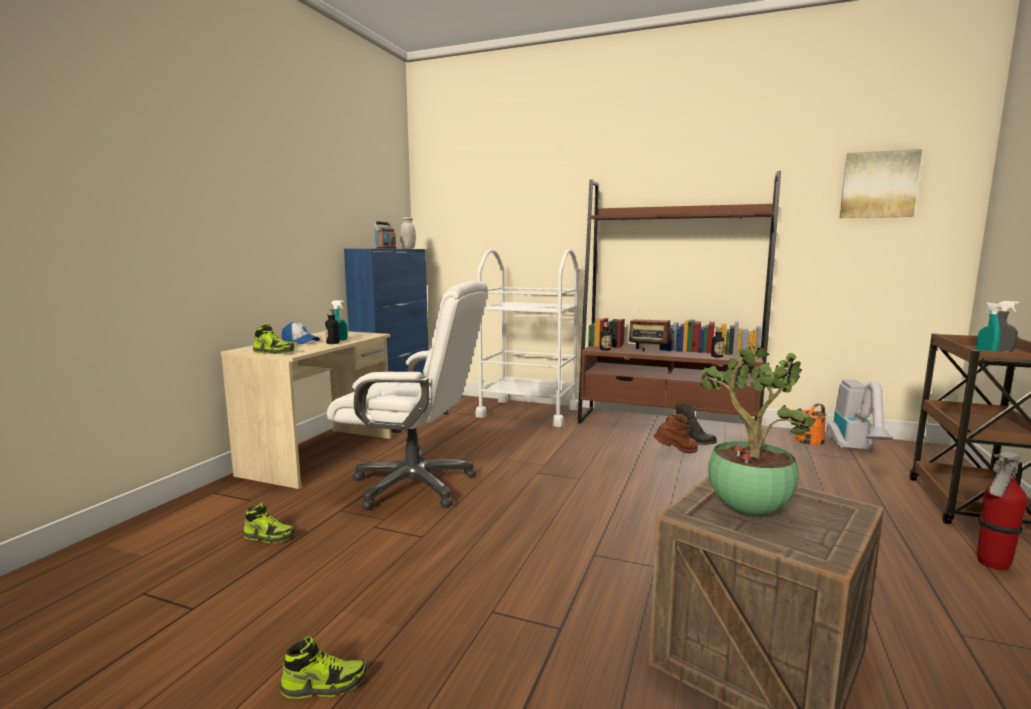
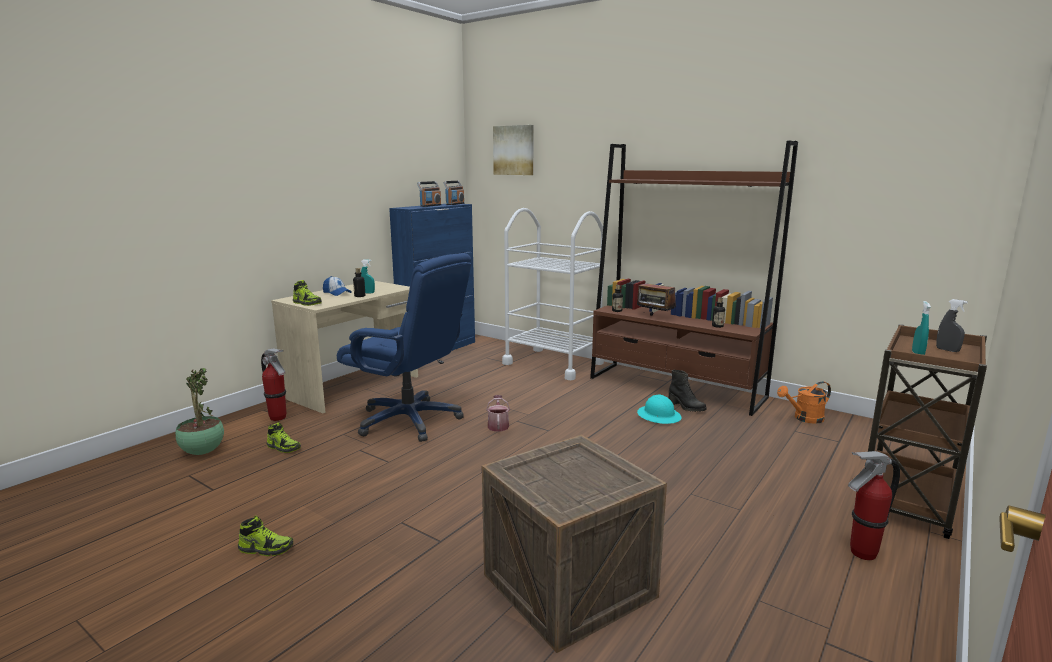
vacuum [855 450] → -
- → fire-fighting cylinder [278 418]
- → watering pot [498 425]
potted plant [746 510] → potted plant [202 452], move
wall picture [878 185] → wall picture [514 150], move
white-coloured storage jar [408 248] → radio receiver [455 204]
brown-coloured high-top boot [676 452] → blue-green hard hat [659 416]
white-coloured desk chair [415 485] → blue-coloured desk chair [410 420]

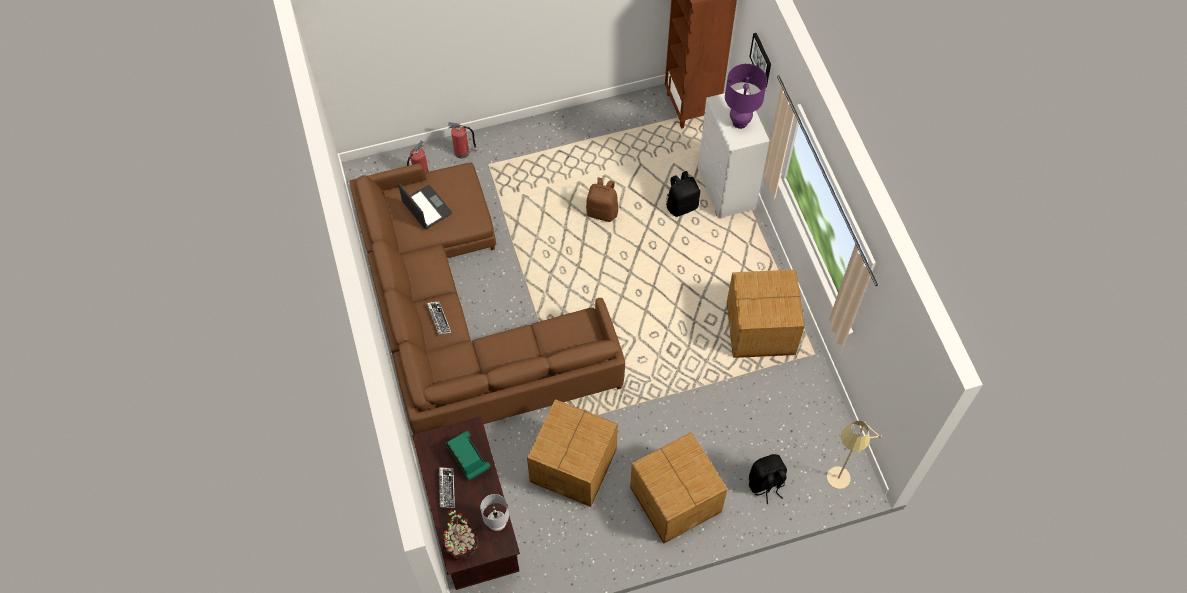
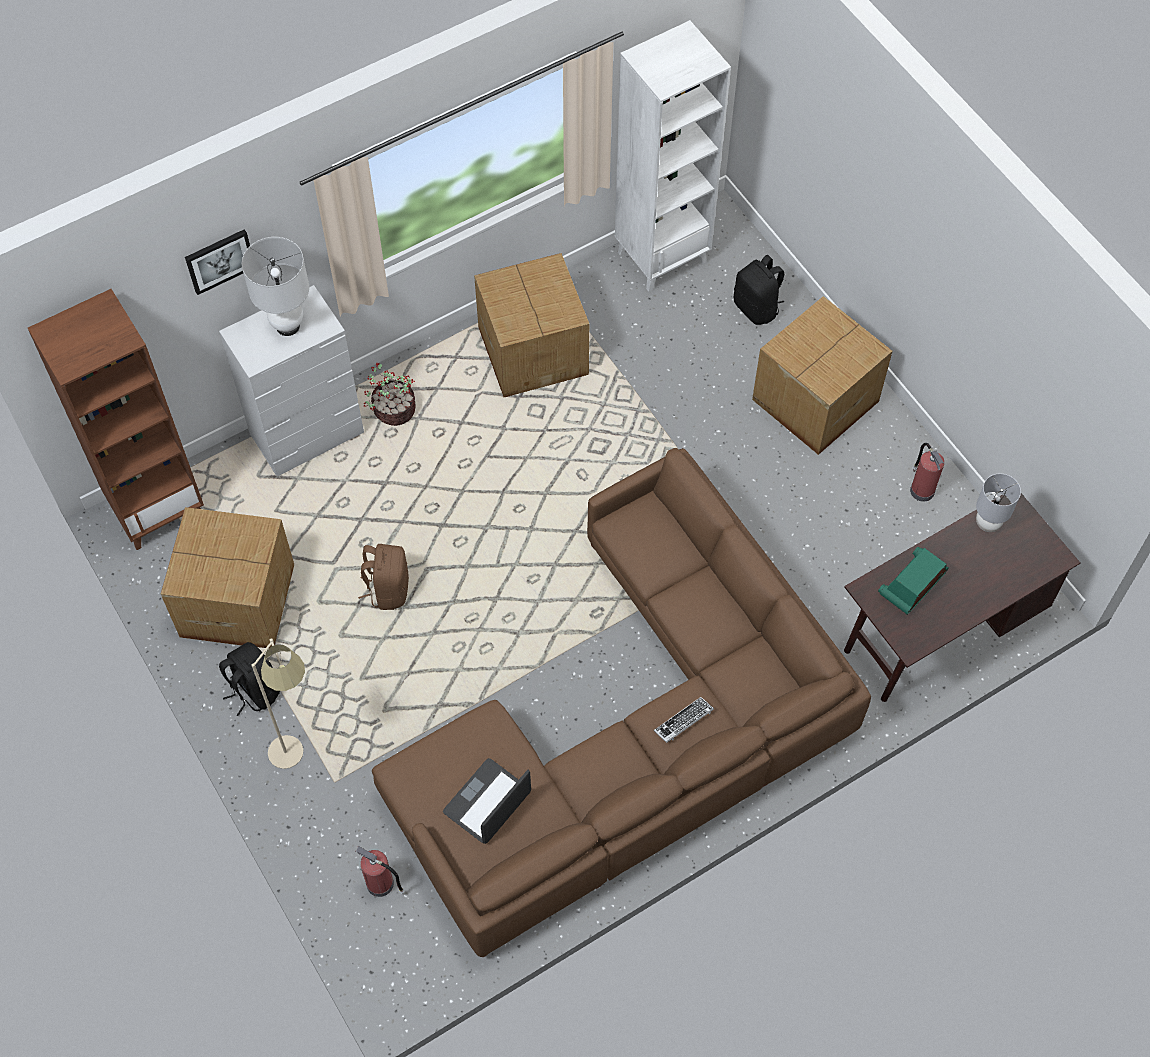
computer keyboard [446 488] → -
- → white-coloured bookcase [662 256]
potted plant [460 543] → potted plant [393 410], move
fire-fighting cylinder [462 152] → fire-fighting cylinder [921 489], move
cardboard box [575 465] → cardboard box [236 599], move
blackish knapsack [682 205] → blackish knapsack [254 690], move
beige standing lamp [834 486] → beige standing lamp [301 755], move
purple-coloured tabletop lamp [740 122] → white-coloured tabletop lamp [287 326]

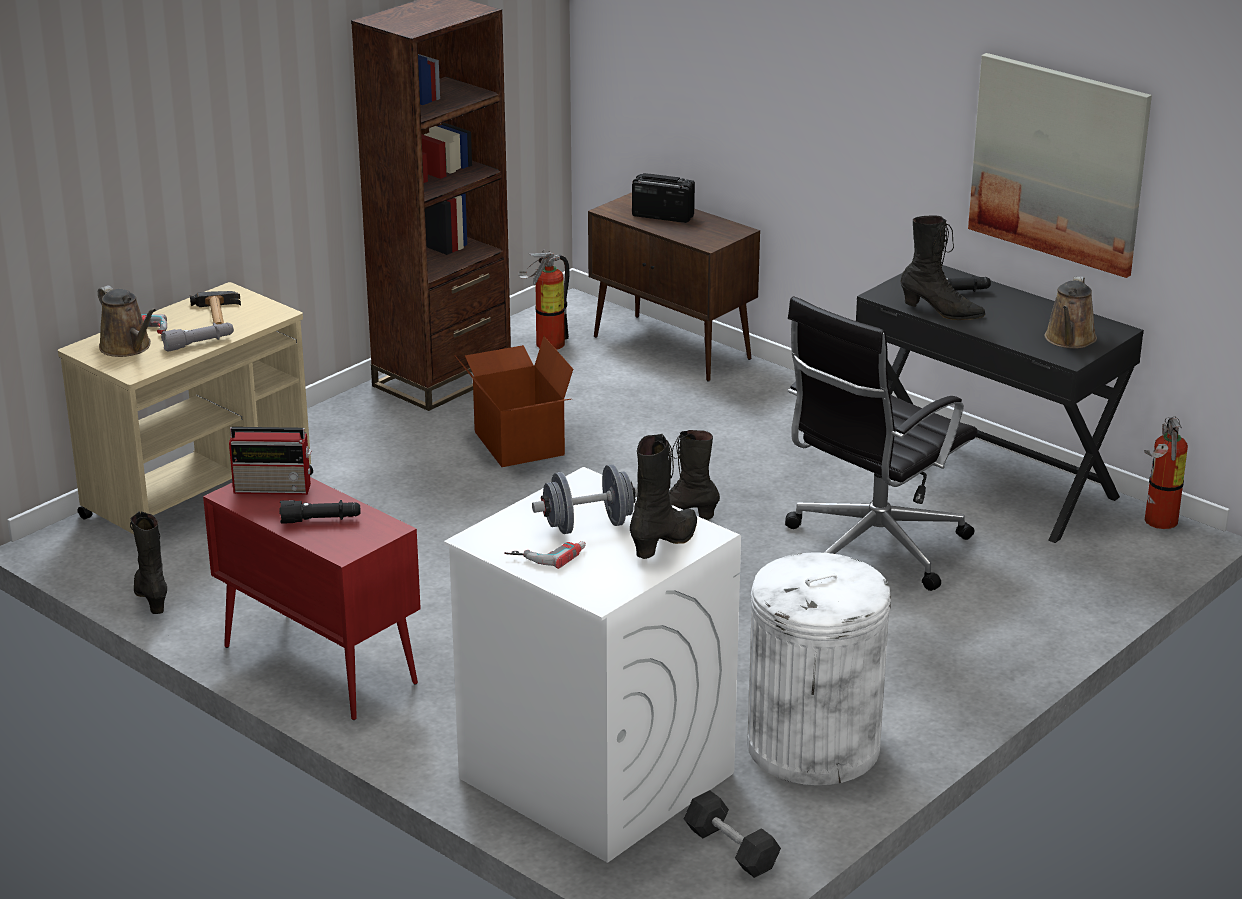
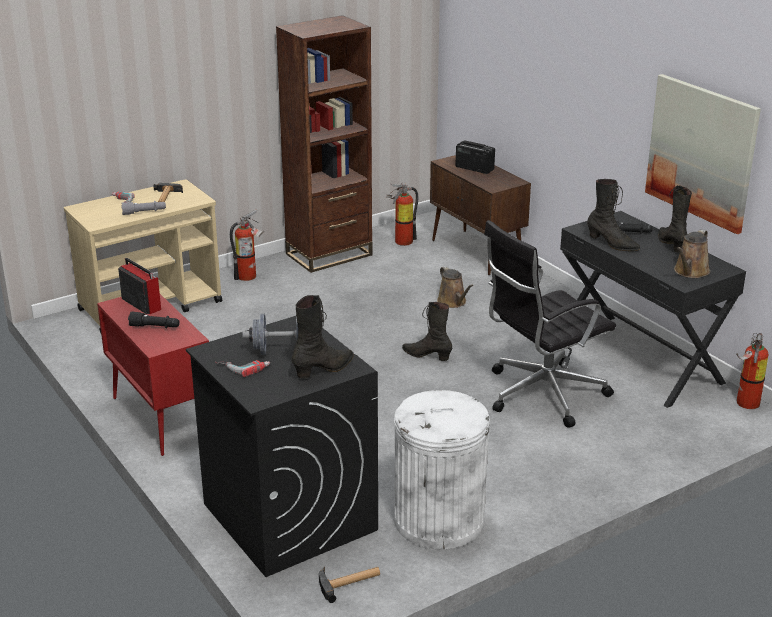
cardboard box [517 443] → -
- → fire-fighting cylinder [250 276]
brown-coloured watering pot [128 347] → brown-coloured watering pot [453 302], move
blackish high-top boot [151 598] → blackish high-top boot [671 244], move
blackish dumbbell [731 849] → hand hammer [349 582]
white-coloured washing machine [594 775] → blackish washing machine [288 516]
radio receiver [274 488] → radio receiver [141 303], 150 degrees counterclockwise

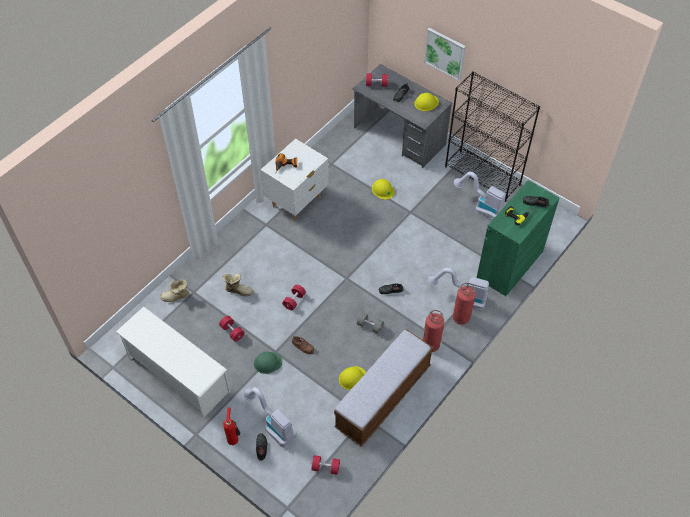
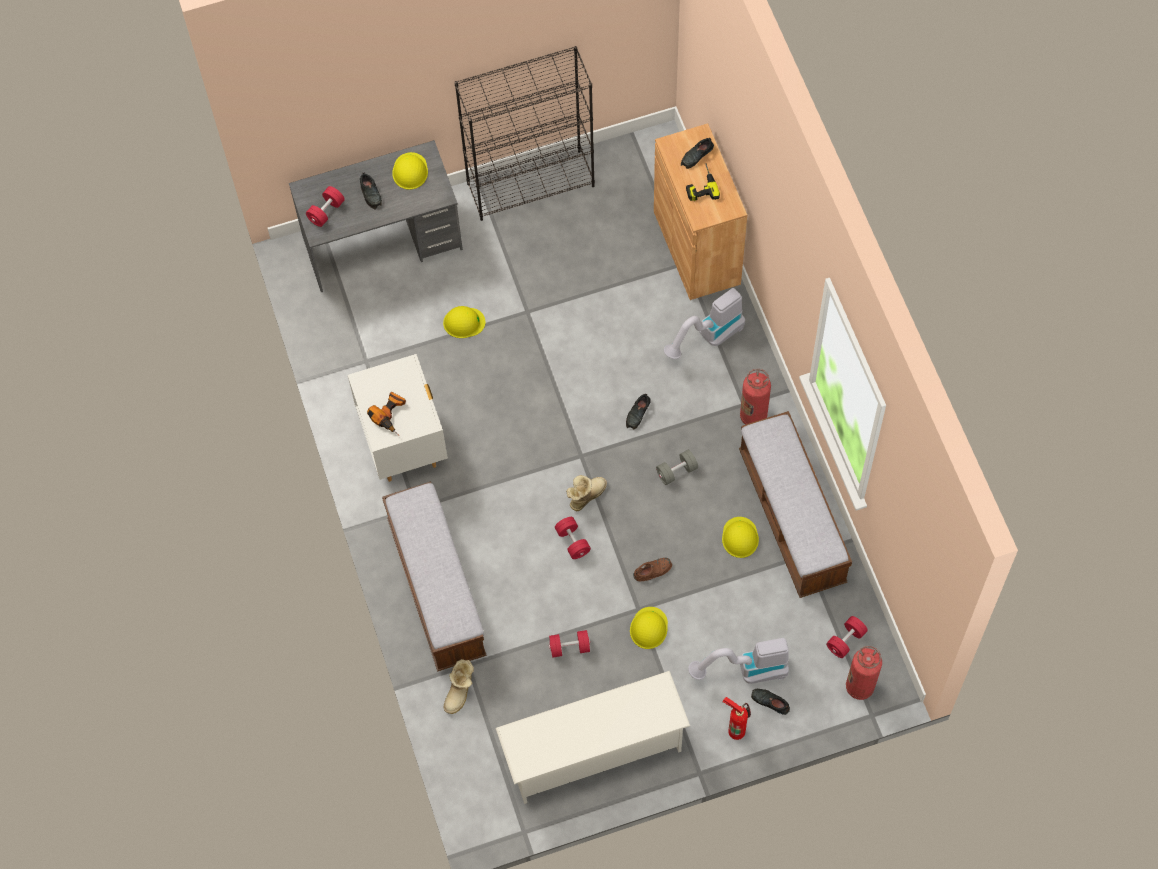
wall picture [445 53] → -
vacuum [480 207] → -
- → bench [436 588]
high-top boot [238 290] → high-top boot [585 496], move
fire-fighting cylinder [461 318] → fire-fighting cylinder [859 687], move
green hard hat [267 362] → yellowish hard hat [648 628]
green cupboard [510 264] → brown-coloured cupboard [696 247]

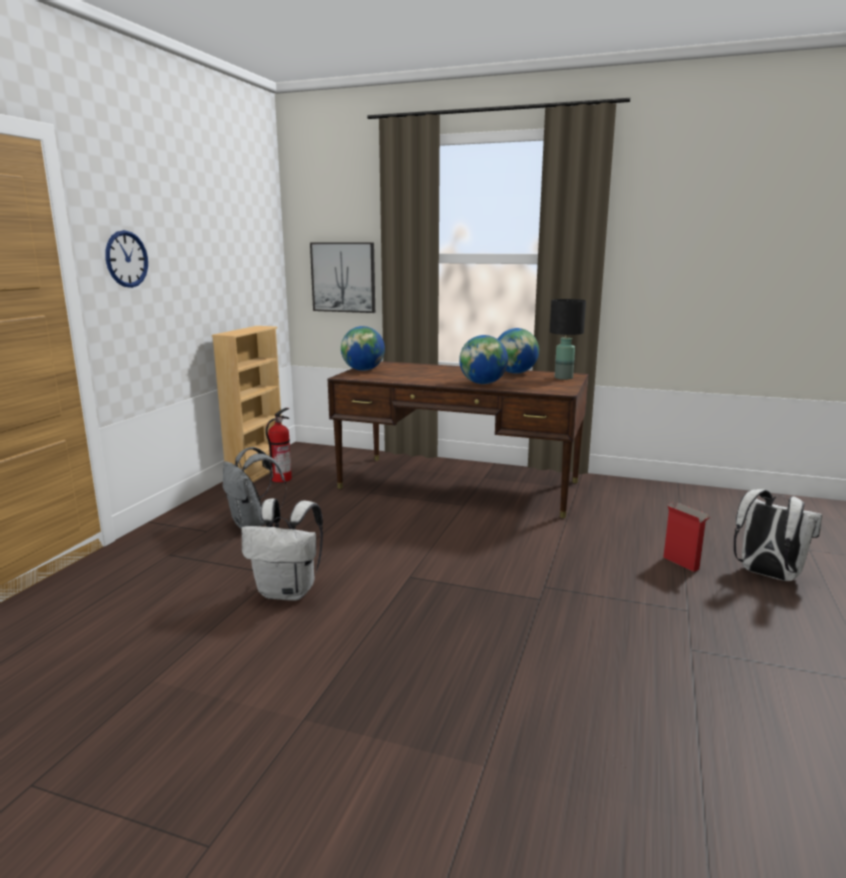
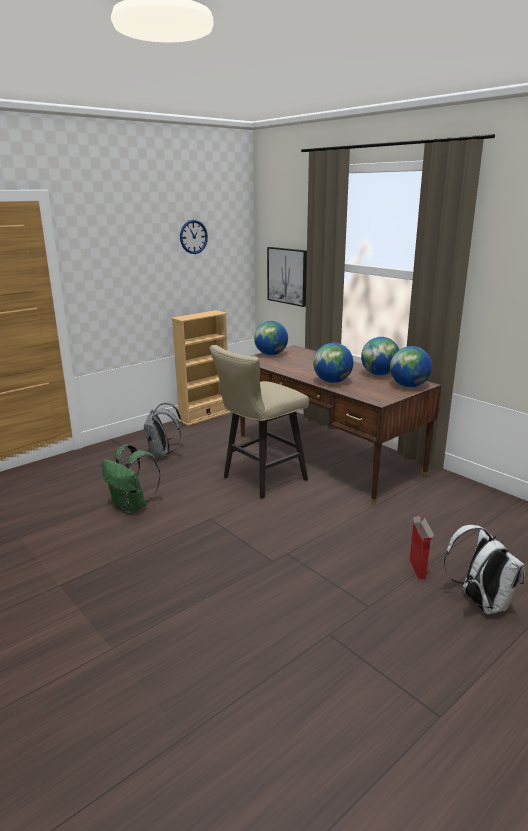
fire-fighting cylinder [281 478] → -
- → beige stool seat [260 480]
clock on the wall [126 259] → clock on the wall [193 237], move
blackish tabletop lamp [563 378] → desk globe [408 386]
white-coloured knapsack [288 592] → green knapsack [132 507]

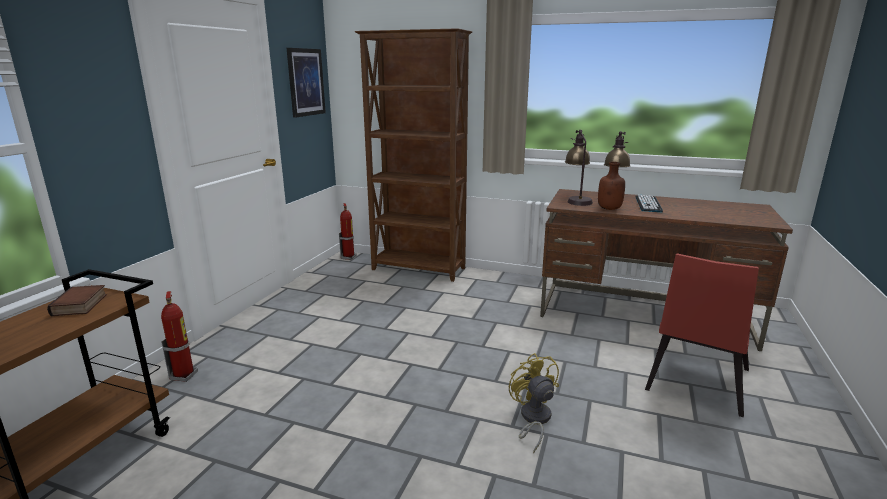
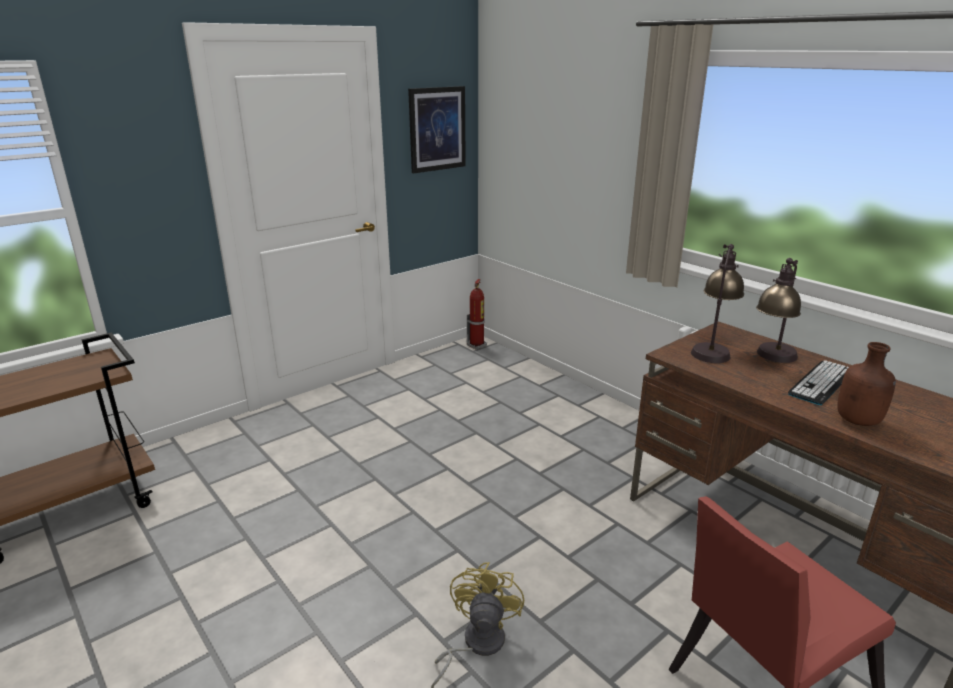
book [81 305] → -
fire-fighting cylinder [184 375] → -
brown-coloured bookcase [419 269] → -
brown-coloured bottle [610 209] → brown-coloured bottle [858 421], move

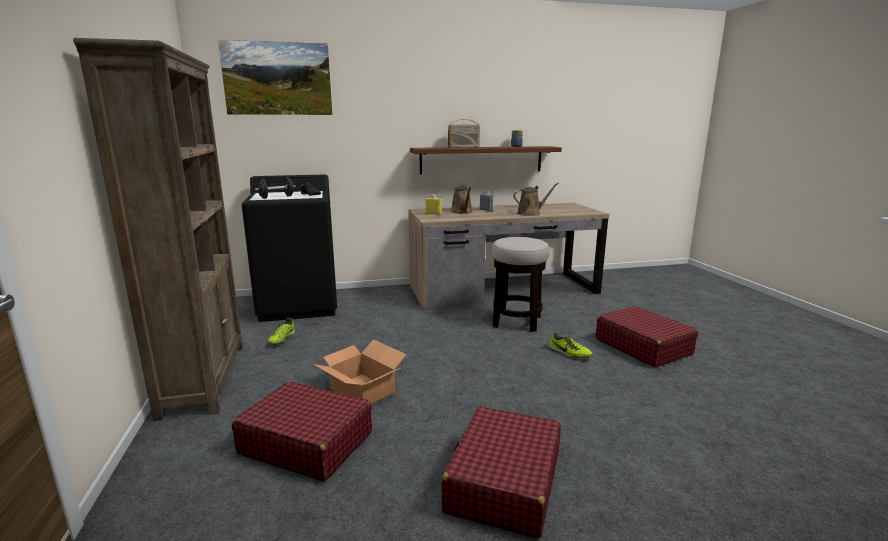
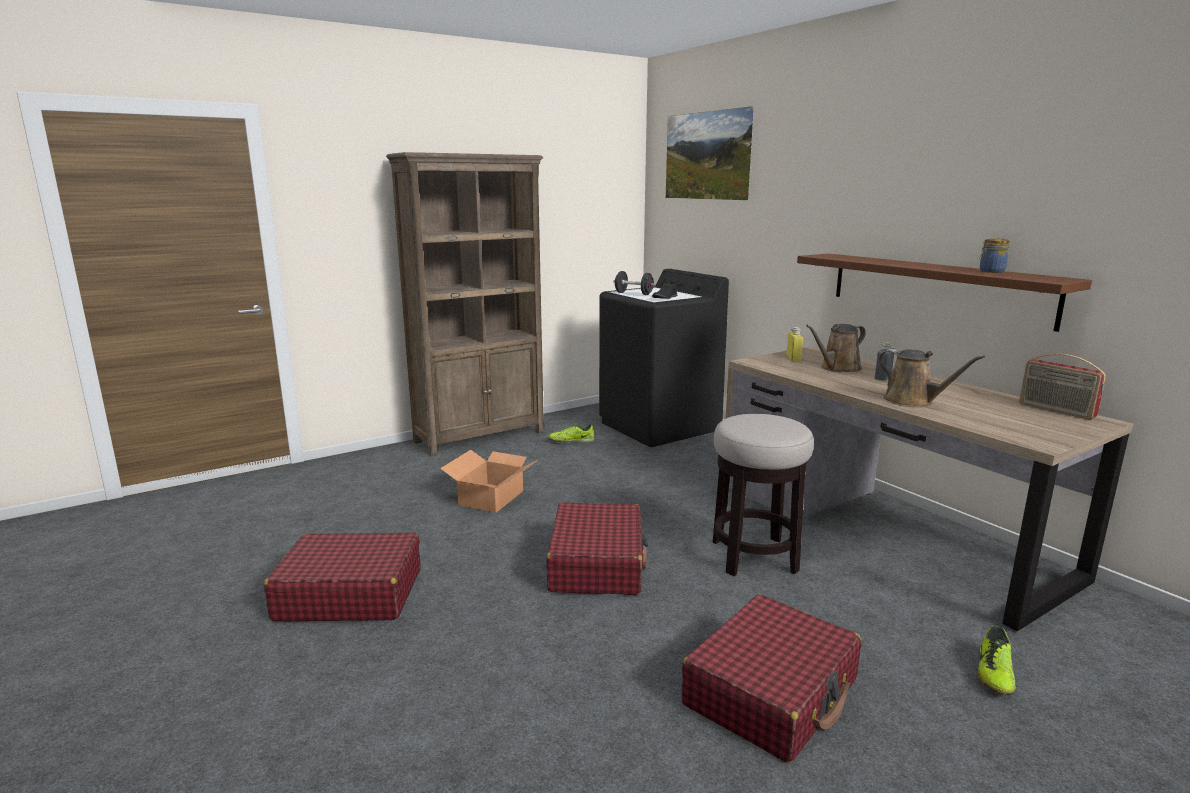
red travel case [306 443] → red travel case [597 564], move
radio receiver [464 147] → radio receiver [1055 410], move
item of footwear [569 353] → item of footwear [994 673], move

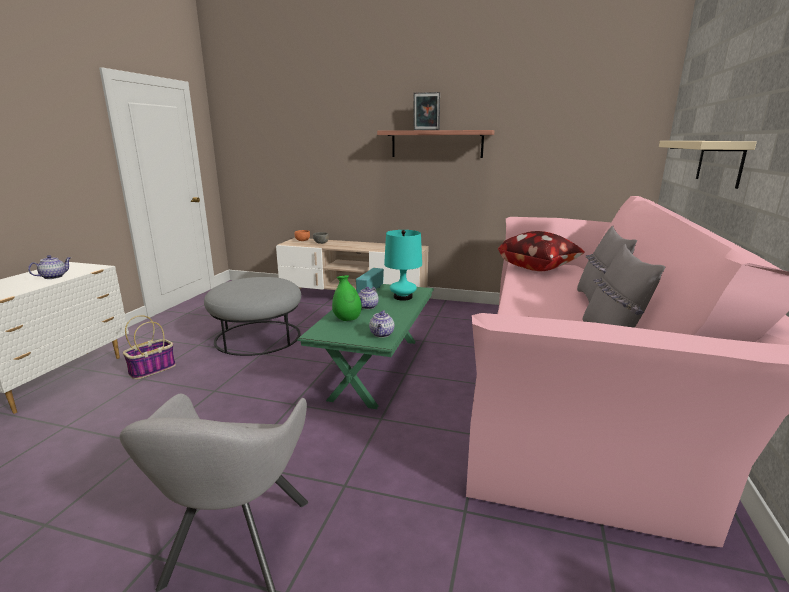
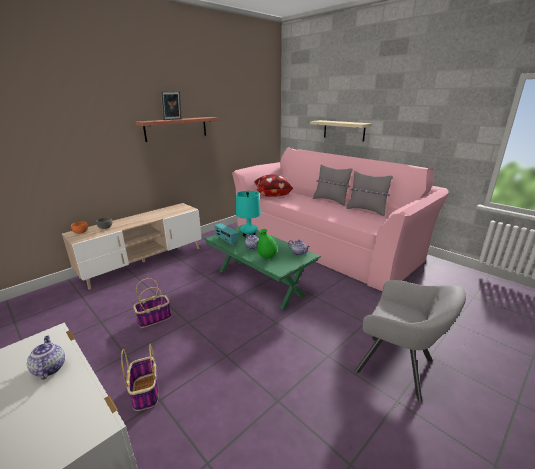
greyish ottoman [258 337] → household basket [154 318]

